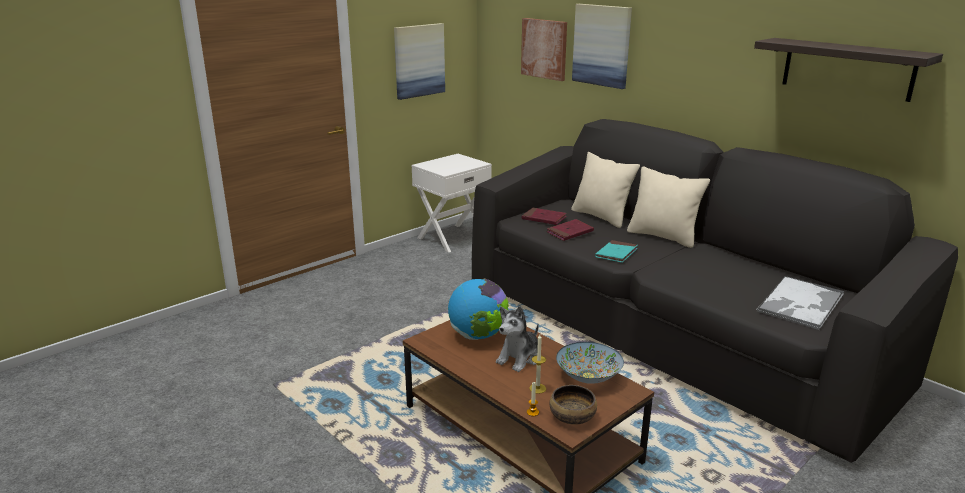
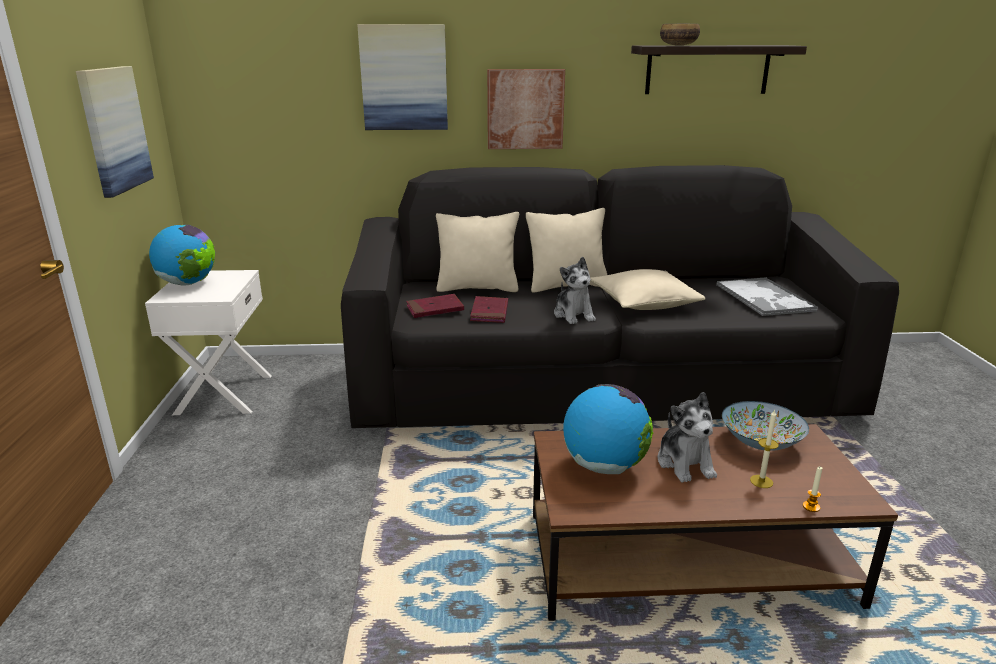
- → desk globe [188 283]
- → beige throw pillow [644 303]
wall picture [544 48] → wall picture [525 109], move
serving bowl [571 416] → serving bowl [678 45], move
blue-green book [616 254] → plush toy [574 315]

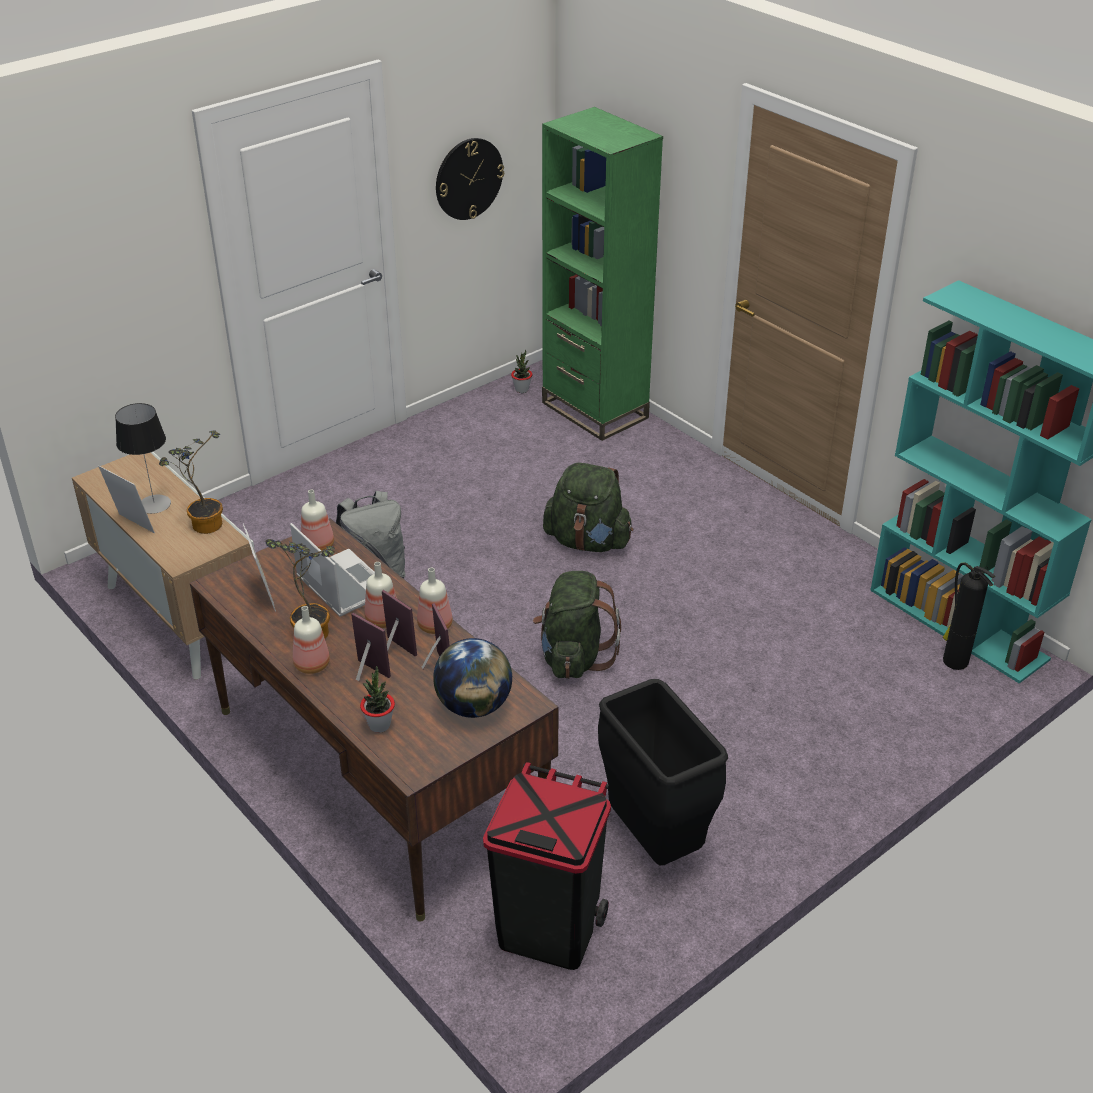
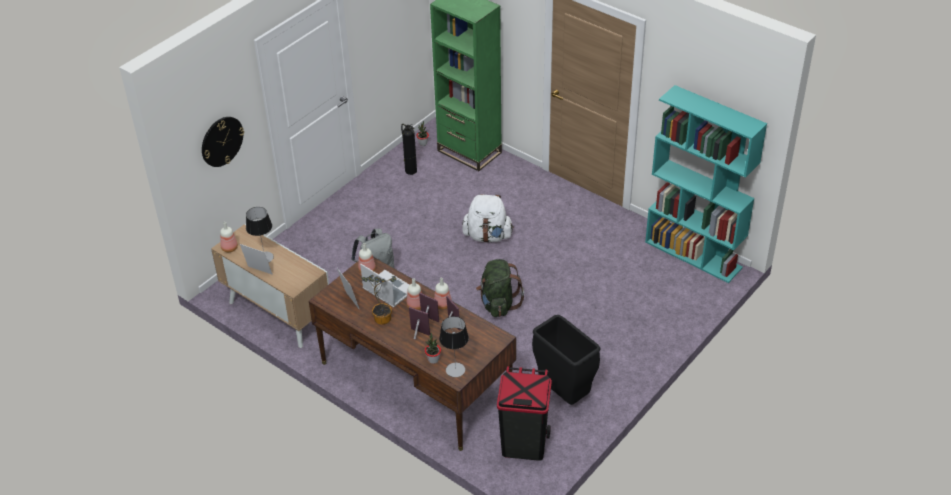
potted plant [203 524] → -
desk globe [474 706] → -
- → tabletop lamp [455 370]
bottle [310 665] → bottle [229 248], move
clock on the wall [468 178] → clock on the wall [221 141], move
fire-fighting cylinder [954 660] → fire-fighting cylinder [410 170], move
green knapsack [588 542] → white-coloured knapsack [488 236]

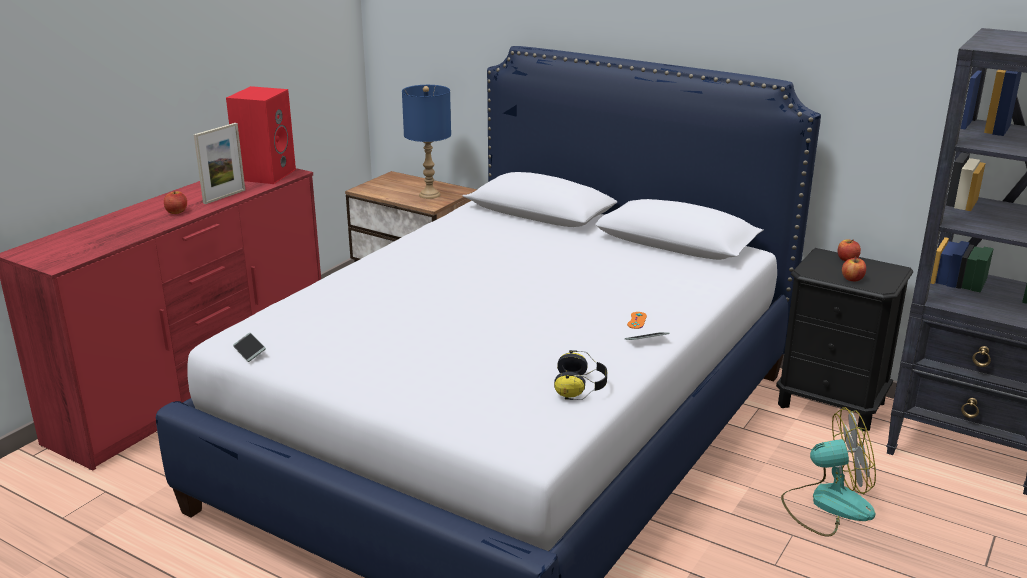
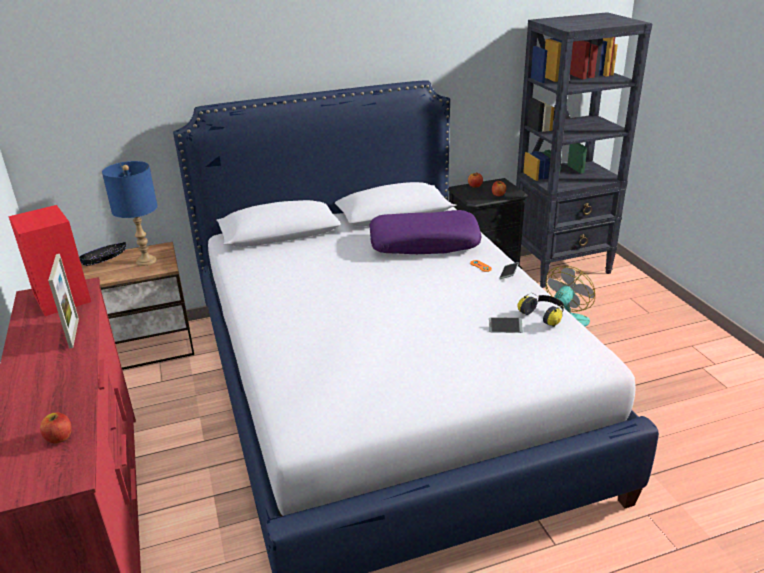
- → blackish serving bowl [105 259]
- → purple-coloured throw pillow [424 243]
whole apple [176 212] → whole apple [59 437], move
handset [249 351] → handset [505 328], move

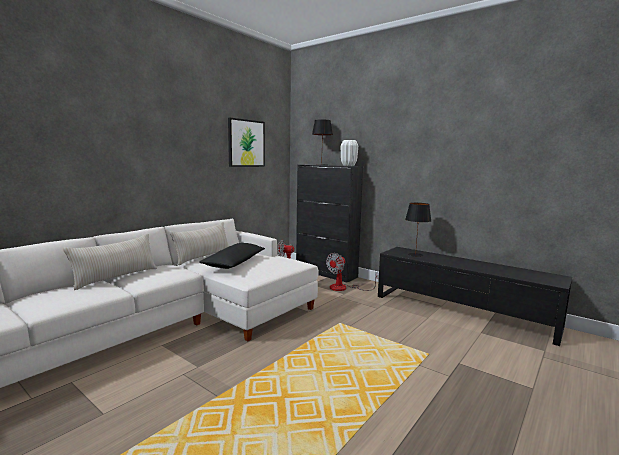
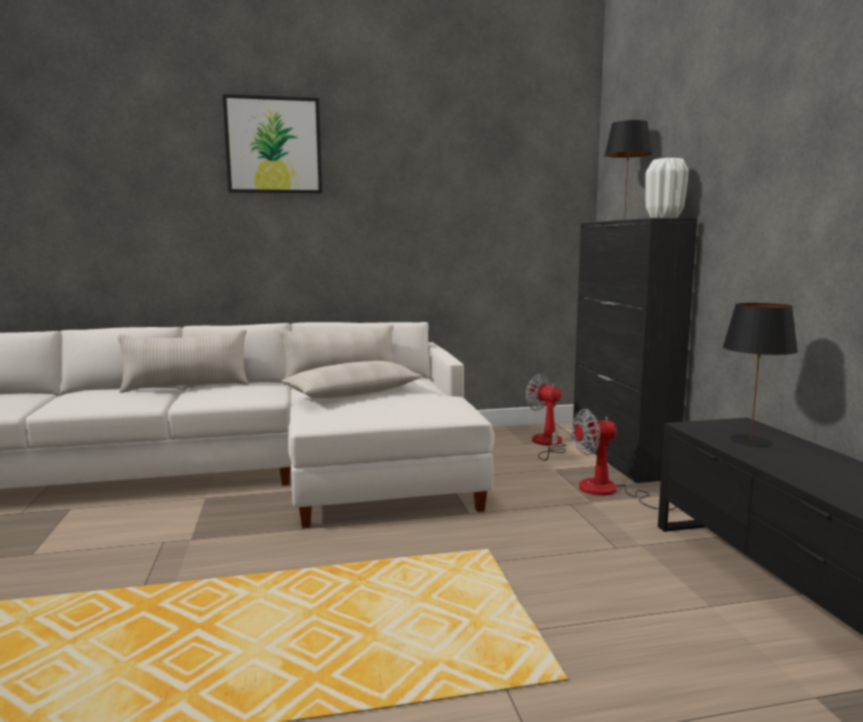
wall picture [246 143] → wall picture [273 145], move
blackish throw pillow [234 263] → beige throw pillow [353 393]

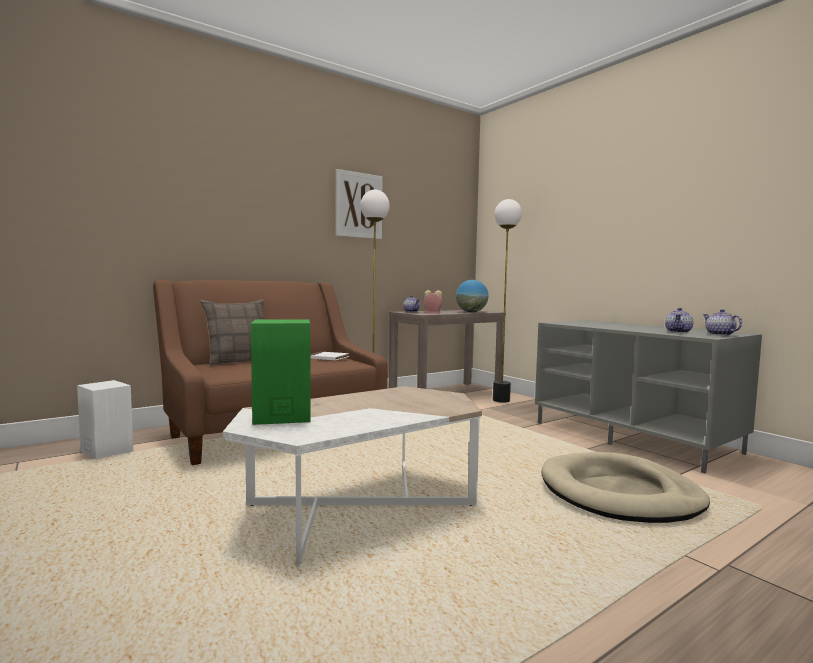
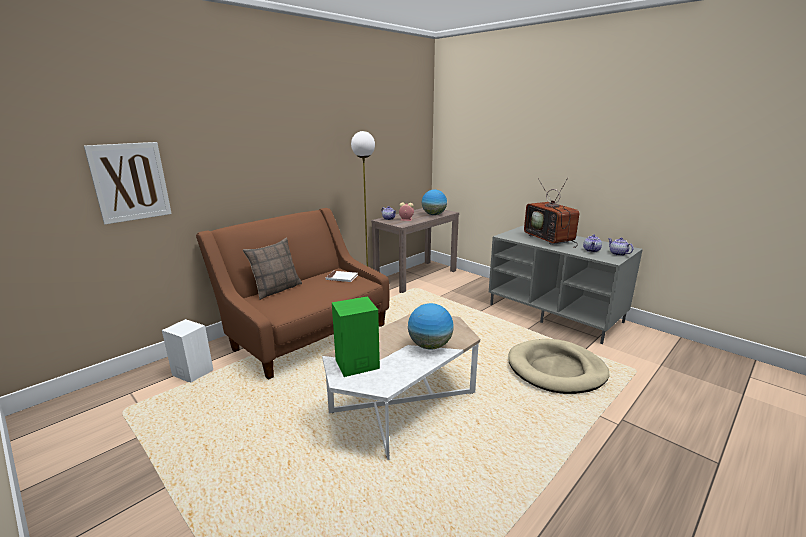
standing lamp [501 400] → -
- → desk globe [429 346]
- → television [551 239]
wall picture [358 205] → wall picture [130 182], move

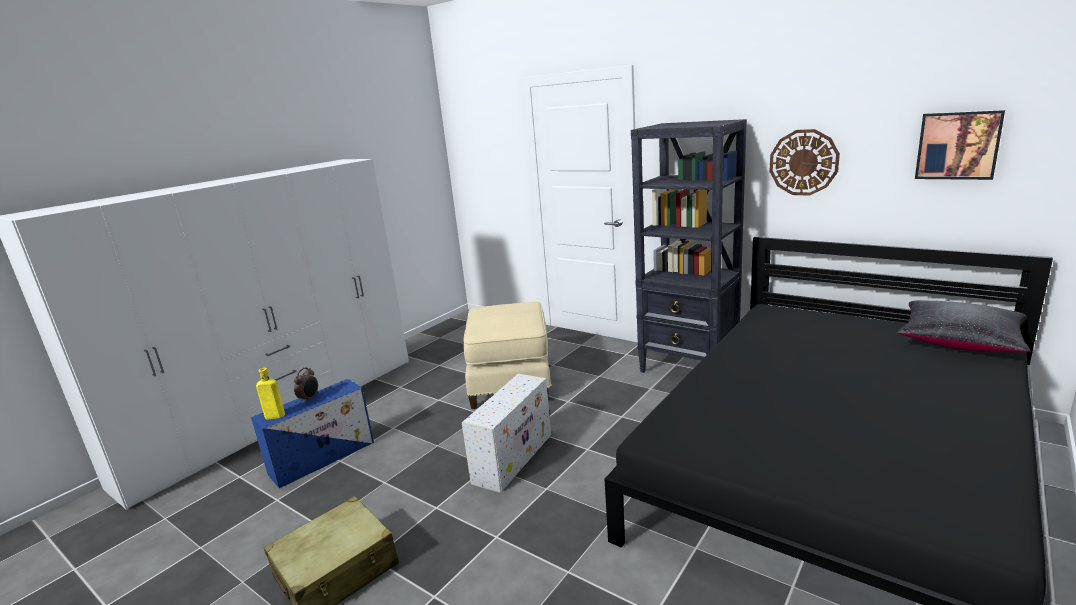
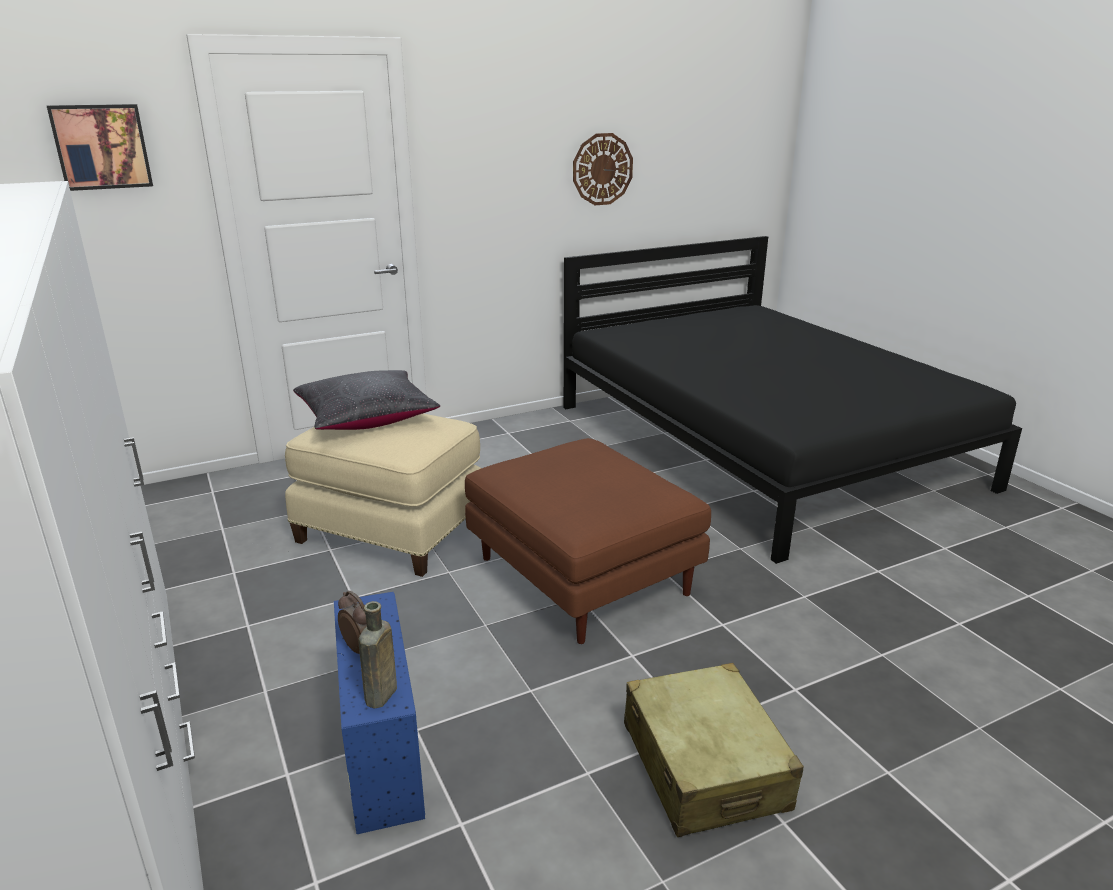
blackish bookcase [689 368] → -
blackish throw pillow [959 340] → blackish throw pillow [366 417], move
wall picture [958 145] → wall picture [102 146], move
white-coloured storage container [514 457] → brown-coloured ottoman [580 575]
yellowish bottle [273 416] → brown-coloured bottle [380 697]

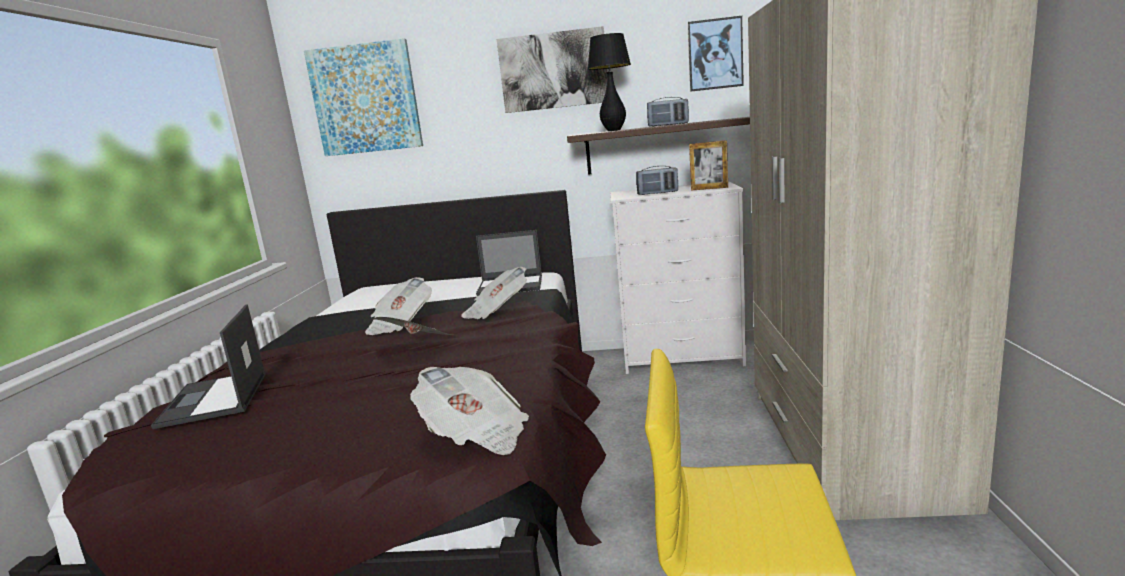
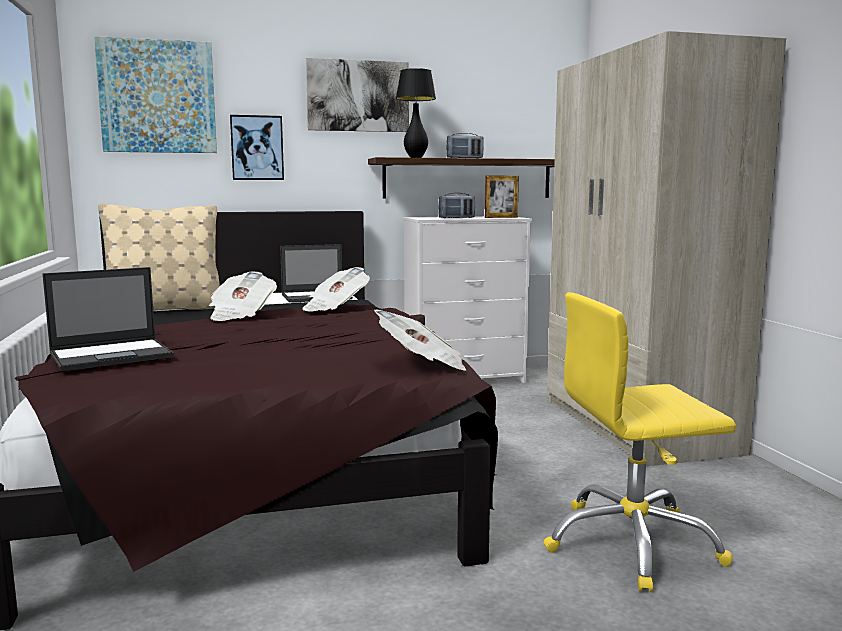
newspaper [419 346] → -
- → beige throw pillow [164 309]
wall picture [715 54] → wall picture [257 148], move
notebook computer [214 399] → notebook computer [113 355], 90 degrees counterclockwise

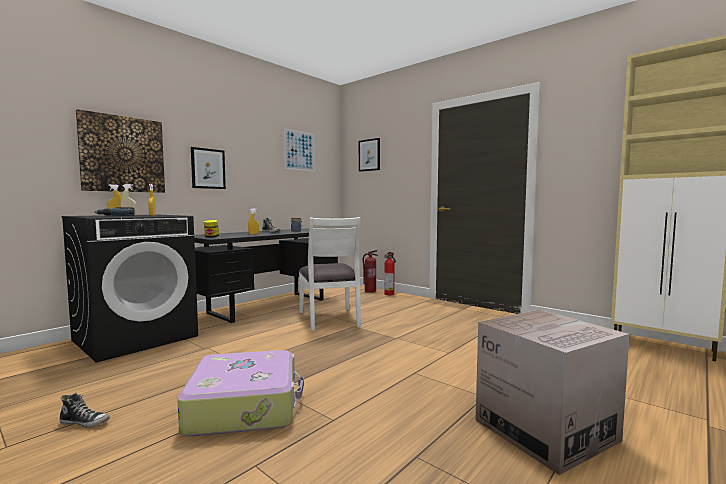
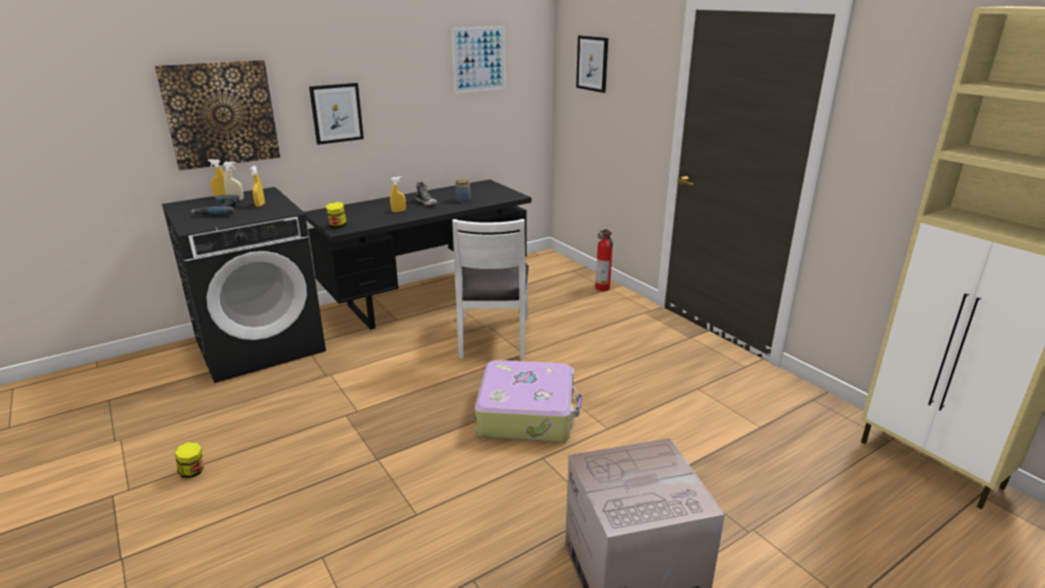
fire-fighting cylinder [370 291] → -
travel case [245 405] → travel case [527 413], move
item of footwear [85 422] → storage jar [192 472]

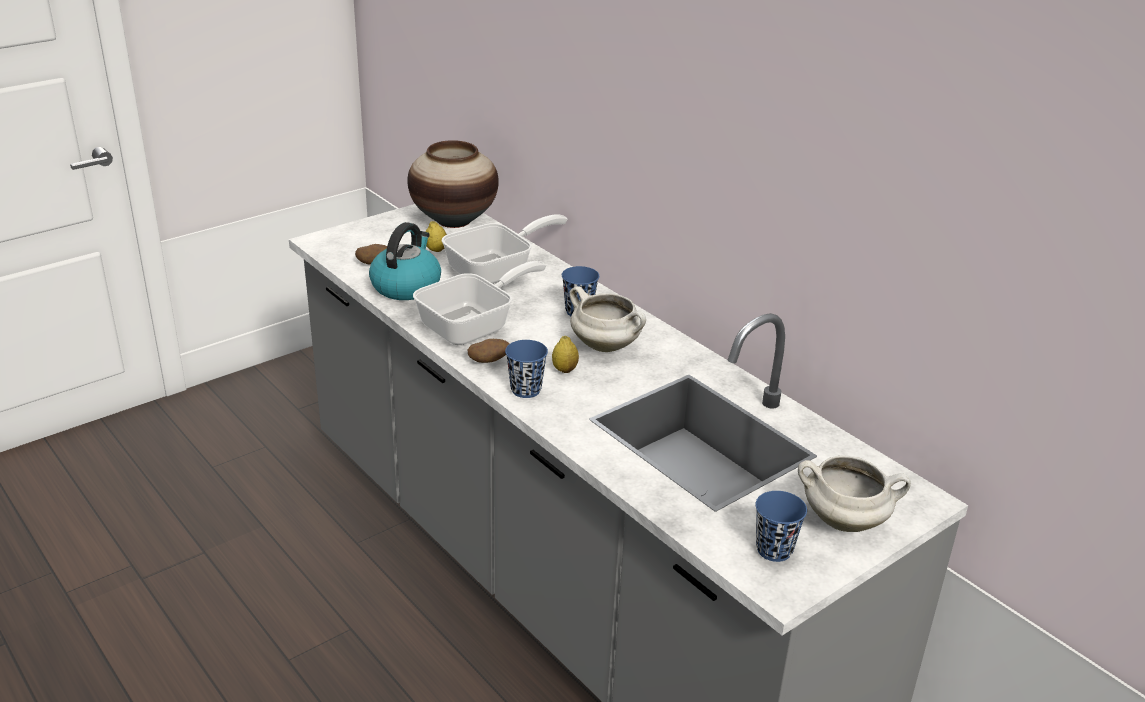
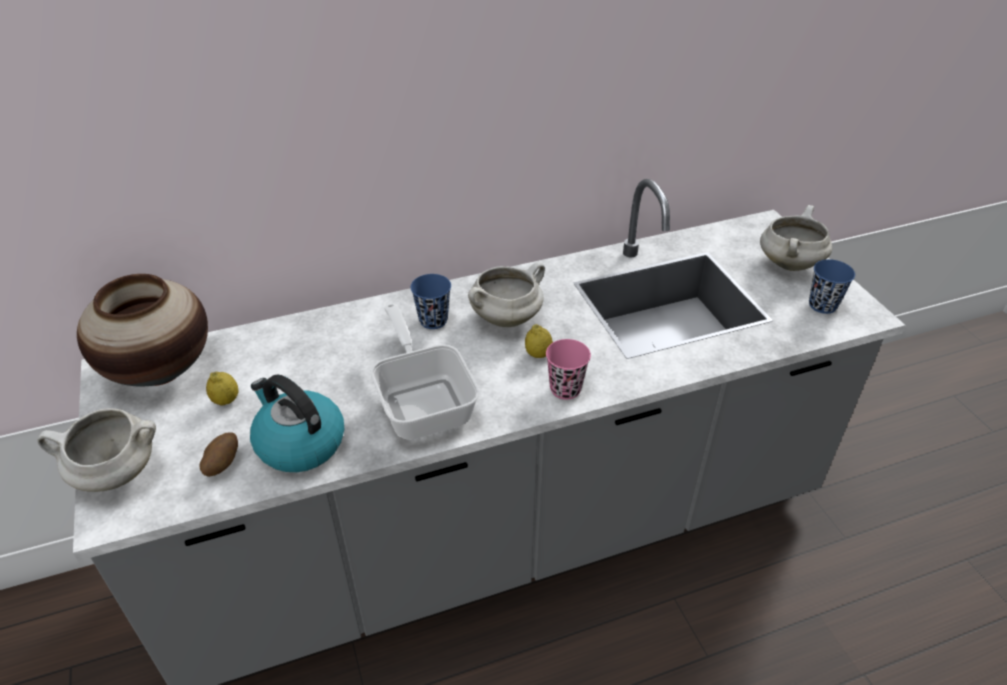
pan [497 271] → -
whole potato [489 361] → -
- → white-coloured saucepot [115 474]
blue-coloured drinking cup [526 390] → pink drinking cup [565 389]

